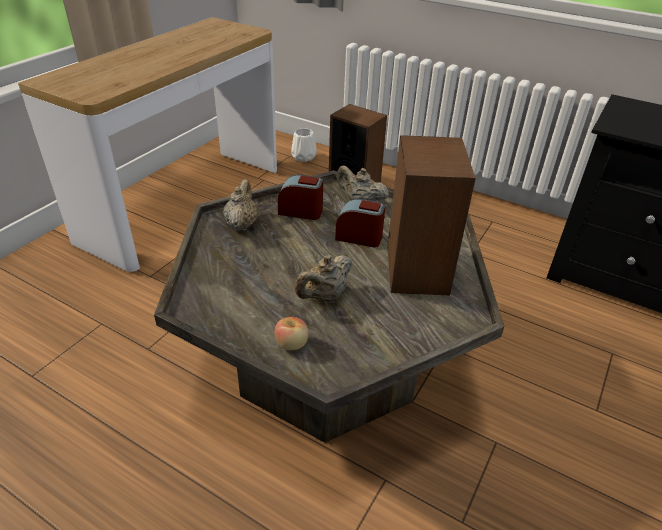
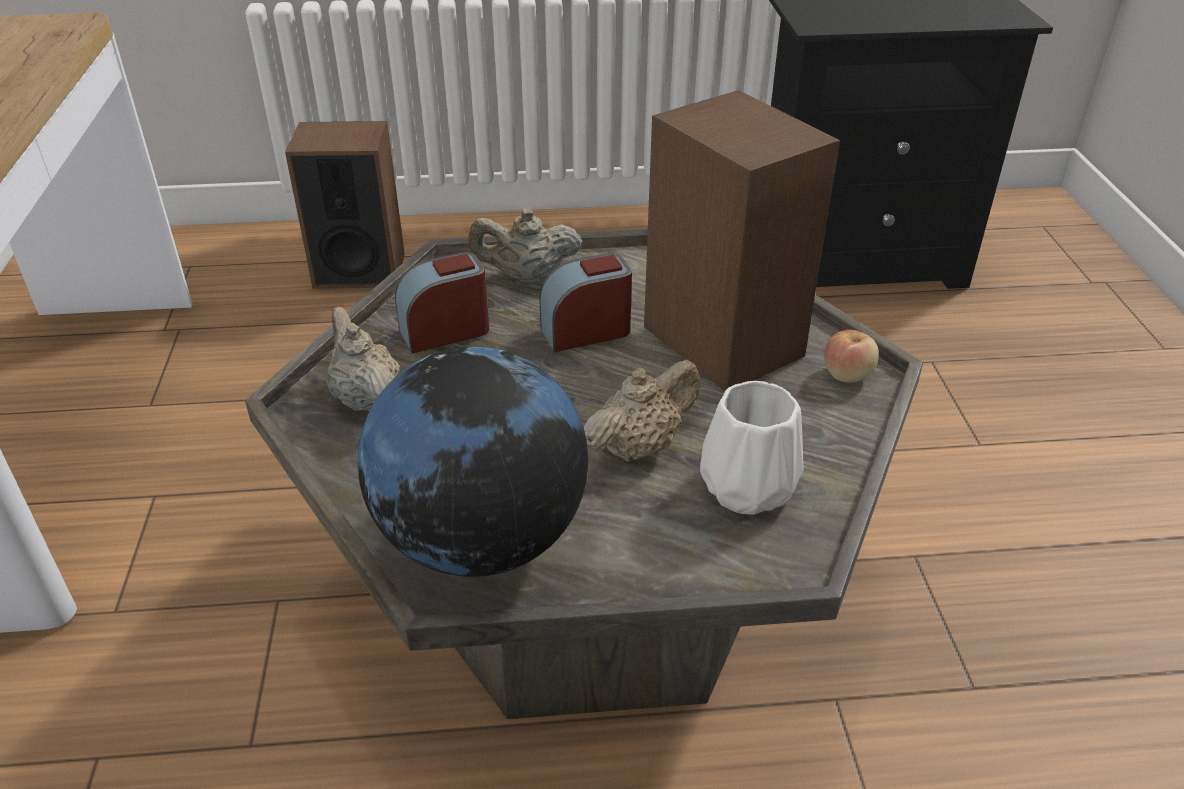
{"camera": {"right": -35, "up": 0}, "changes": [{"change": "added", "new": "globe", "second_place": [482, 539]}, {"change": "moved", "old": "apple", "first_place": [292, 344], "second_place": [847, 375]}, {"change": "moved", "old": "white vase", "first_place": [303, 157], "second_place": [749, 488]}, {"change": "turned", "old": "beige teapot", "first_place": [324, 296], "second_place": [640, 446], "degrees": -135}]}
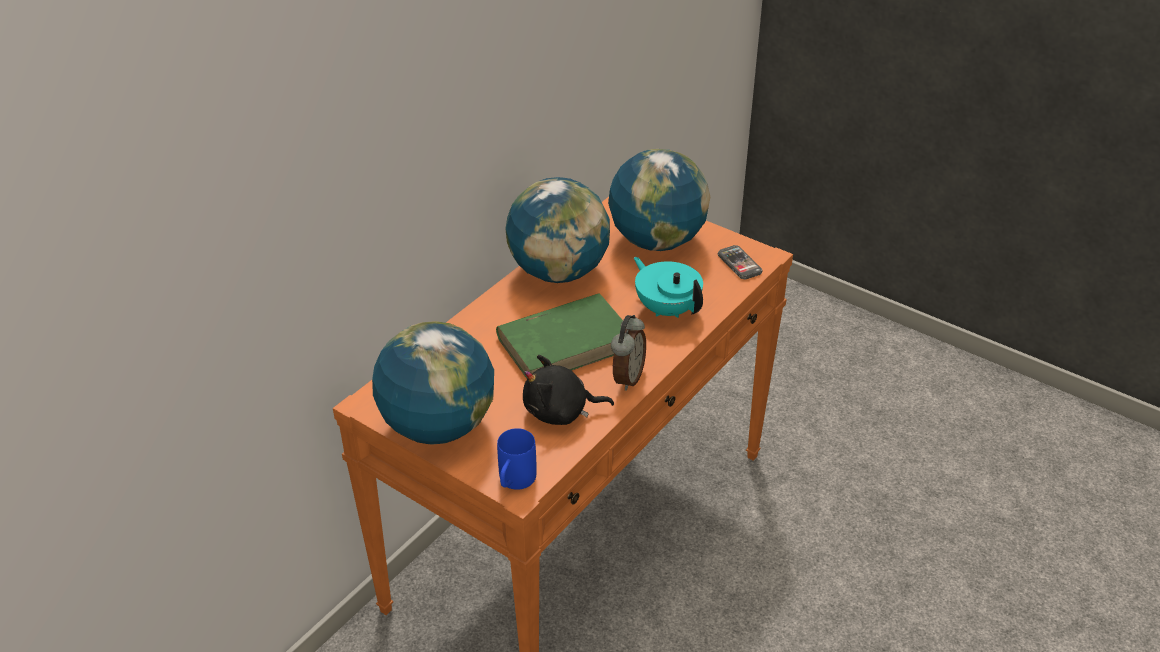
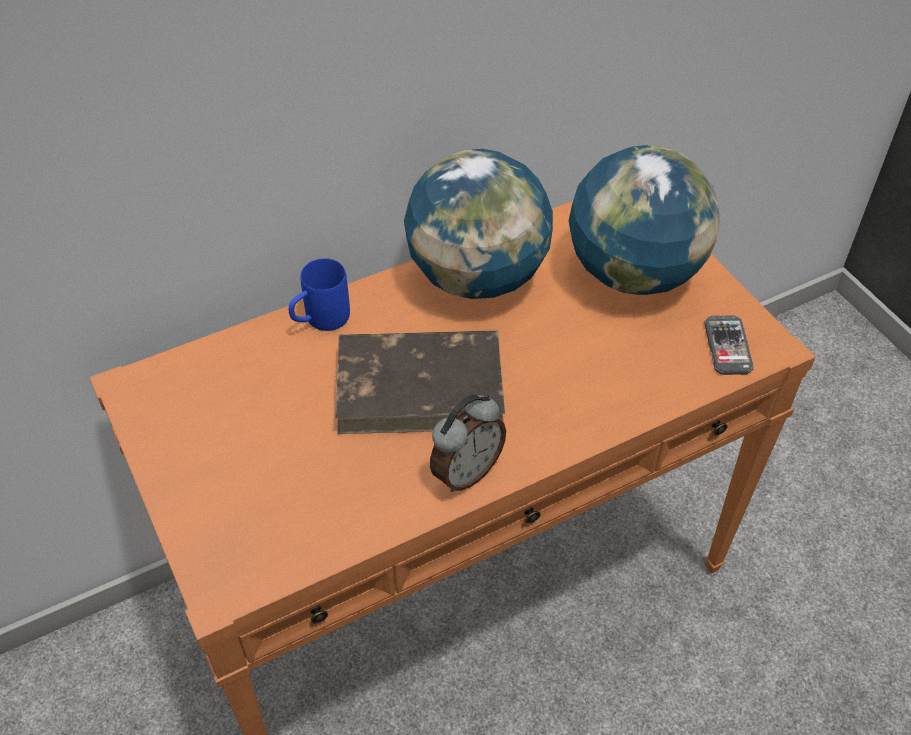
{"camera": {"right": 25, "up": 10}, "changes": [{"change": "removed", "old": "globe", "first_place": [438, 426]}, {"change": "removed", "old": "black plush toy", "first_place": [560, 412]}, {"change": "removed", "old": "turquoise teapot", "first_place": [667, 308]}, {"change": "moved", "old": "blue mug", "first_place": [514, 482], "second_place": [319, 321]}, {"change": "recoloured", "old": "green book", "new": "brown book", "first_place": [566, 342], "second_place": [421, 386]}]}
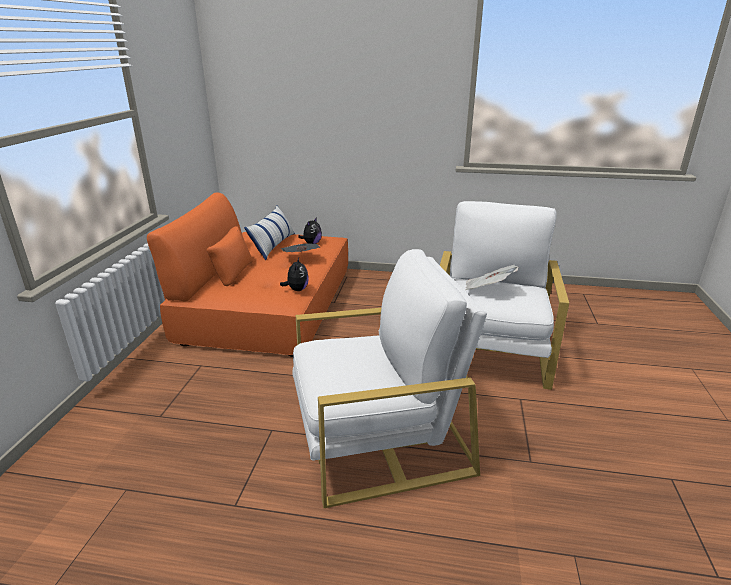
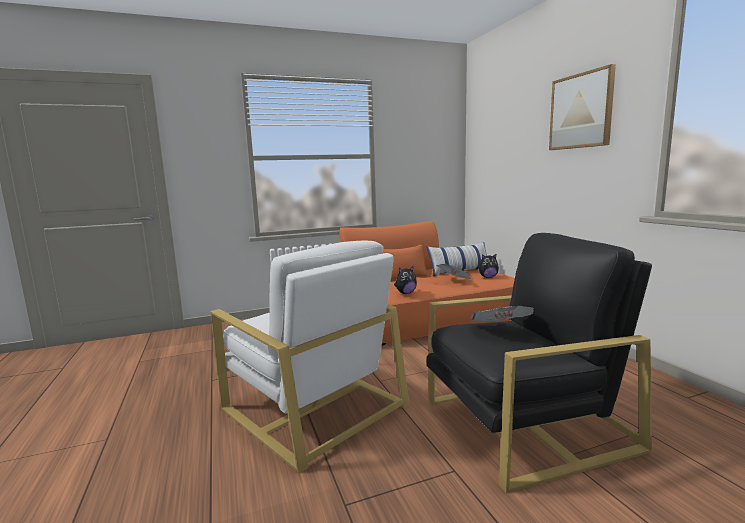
{"camera": {"right": 60, "up": -15}, "changes": [{"change": "added", "new": "picture", "second_place": [581, 111]}, {"change": "recoloured", "old": "white armchair", "new": "black armchair", "first_place": [489, 349], "second_place": [525, 424]}]}
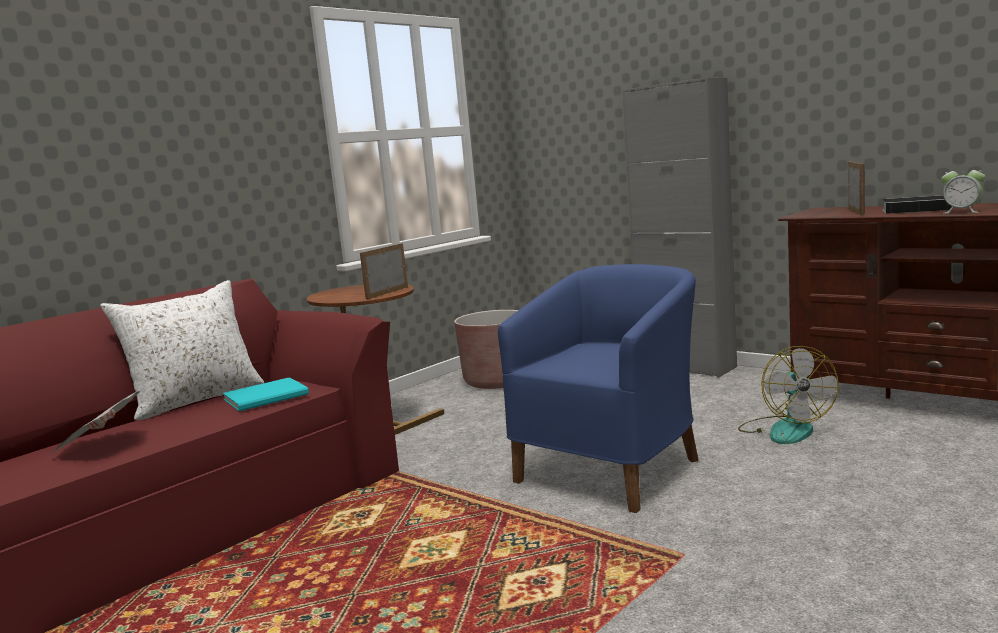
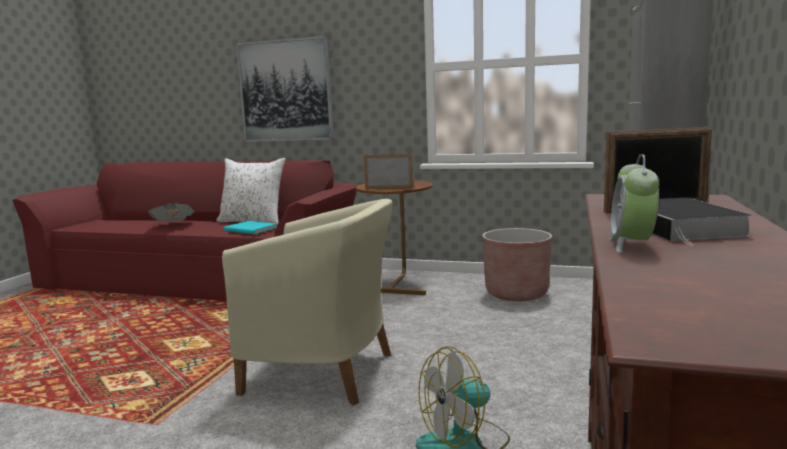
{"camera": {"right": 65, "up": 0}, "changes": [{"change": "added", "new": "picture", "second_place": [285, 91]}, {"change": "recoloured", "old": "blue armchair", "new": "beige armchair", "first_place": [613, 469], "second_place": [324, 372]}]}
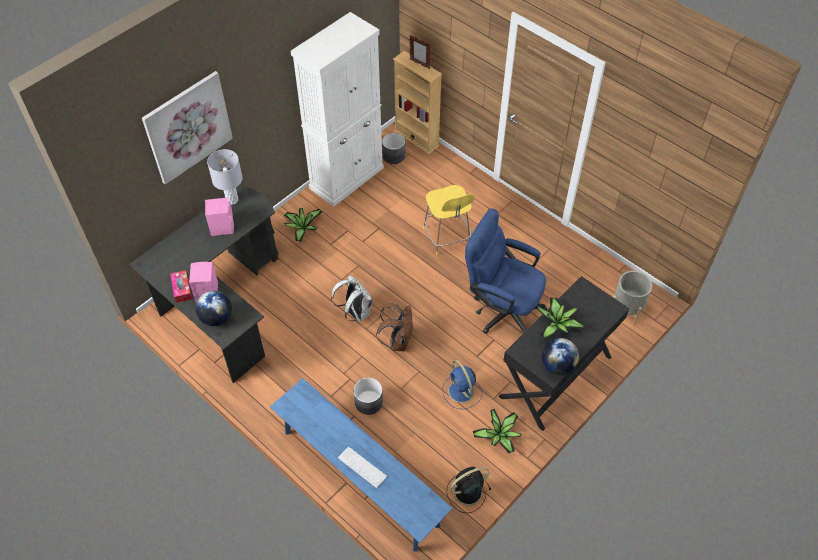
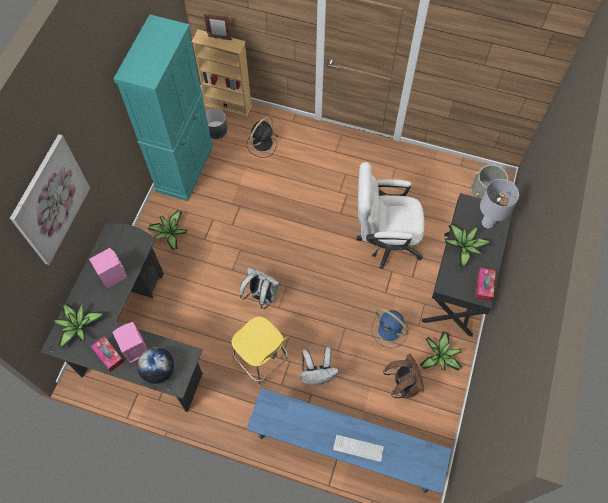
{"camera": {"right": -25, "up": 10}, "changes": [{"change": "added", "new": "potted plant", "second_place": [78, 326]}, {"change": "moved", "old": "grey table lamp", "first_place": [232, 200], "second_place": [487, 223]}, {"change": "moved", "old": "brown backpack", "first_place": [398, 341], "second_place": [402, 384]}, {"change": "moved", "old": "yellow stool", "first_place": [447, 238], "second_place": [262, 360]}, {"change": "moved", "old": "black fan", "first_place": [466, 492], "second_place": [262, 144]}, {"change": "replaced", "old": "grey planter", "new": "white backpack", "first_place": [369, 402], "second_place": [317, 375]}, {"change": "replaced", "old": "globe", "new": "tissue box", "first_place": [557, 366], "second_place": [484, 286]}, {"change": "recoloured", "old": "white cabinet", "new": "turquoise cabinet", "first_place": [347, 178], "second_place": [185, 168]}, {"change": "recoloured", "old": "blue office chair", "new": "white office chair", "first_place": [501, 309], "second_place": [384, 240]}]}
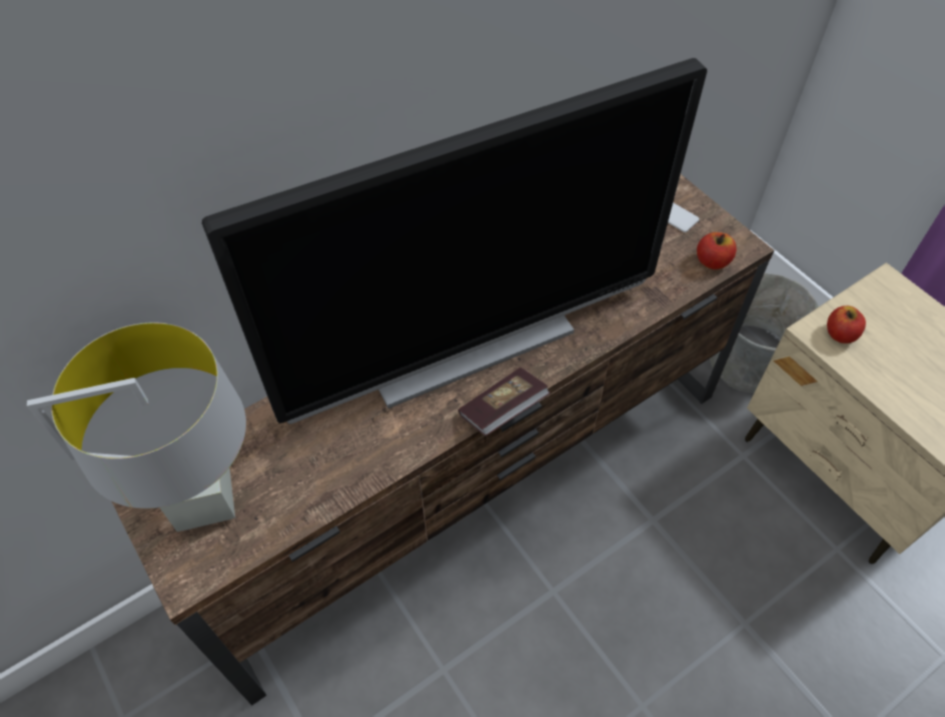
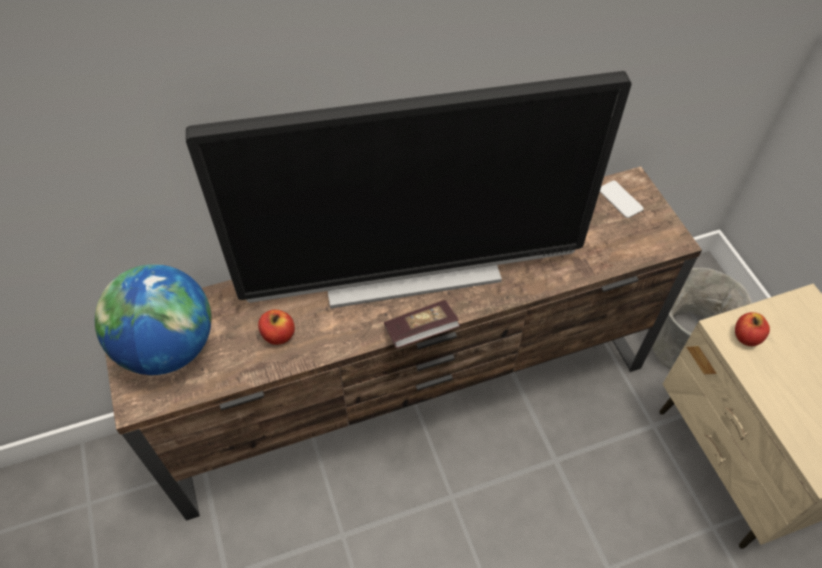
{"camera": {"right": 15, "up": 0}, "changes": [{"change": "moved", "old": "apple", "first_place": [712, 261], "second_place": [278, 335]}, {"change": "replaced", "old": "grey table lamp", "new": "globe", "first_place": [204, 502], "second_place": [168, 347]}]}
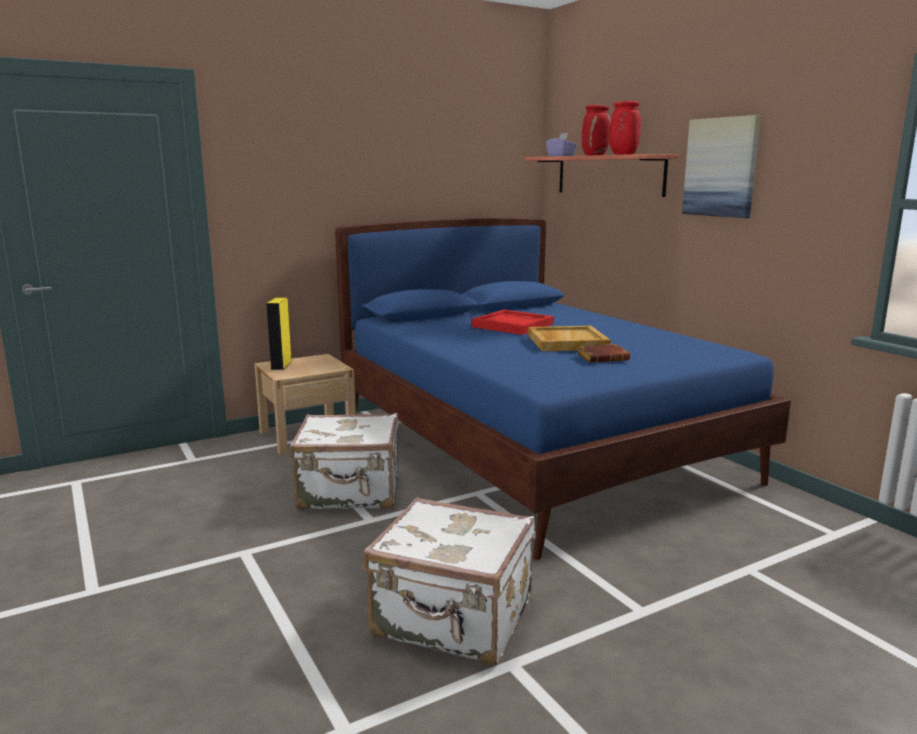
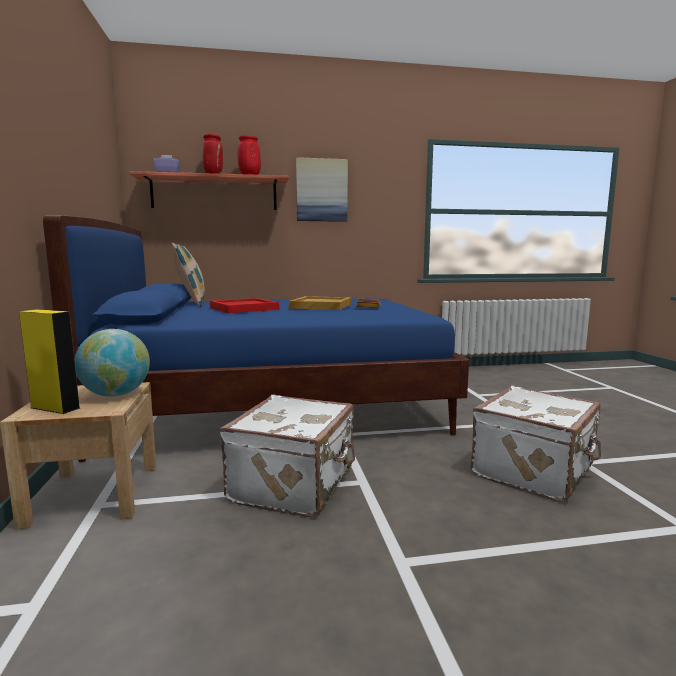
{"camera": {"right": -70, "up": -5}, "changes": [{"change": "added", "new": "globe", "second_place": [116, 395]}, {"change": "added", "new": "pillow", "second_place": [191, 303]}]}
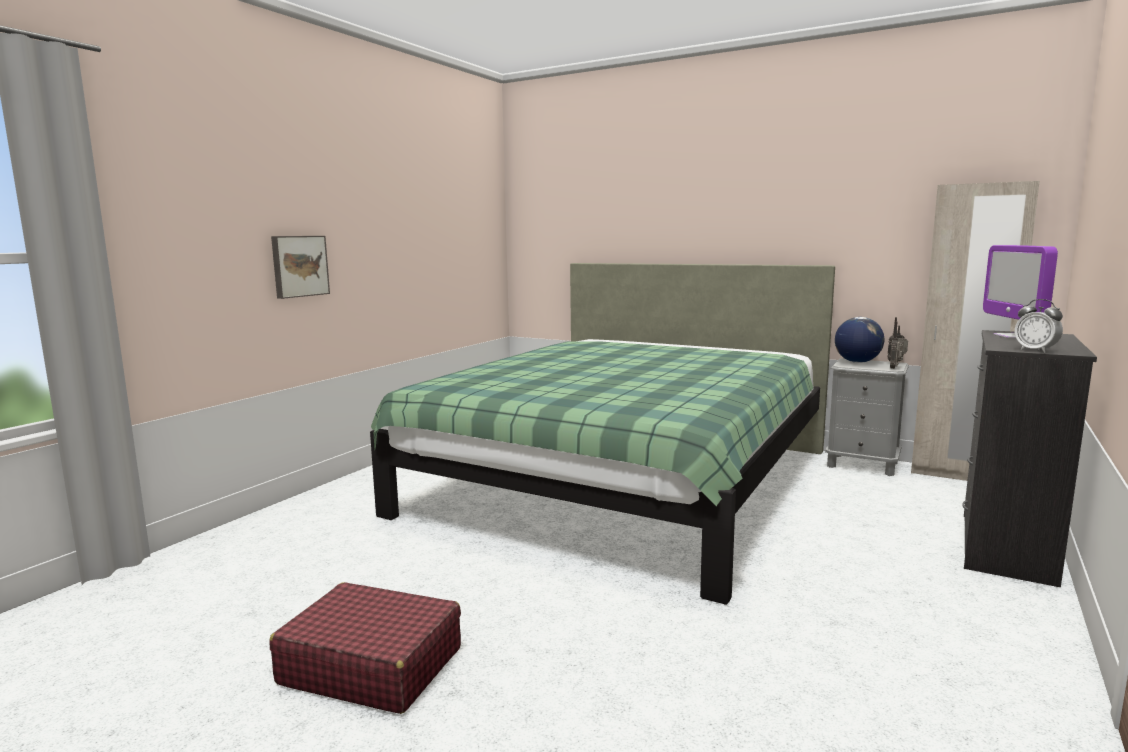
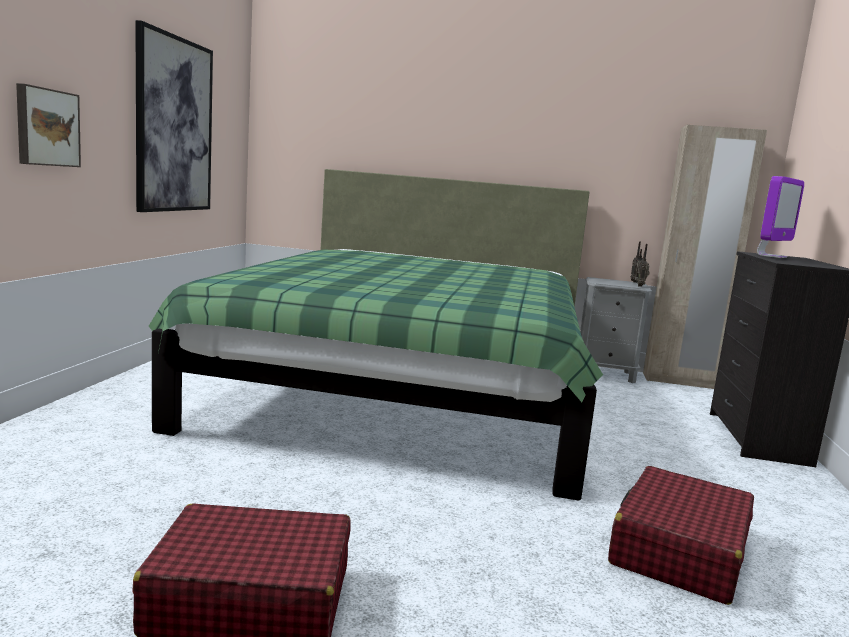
{"camera": {"right": -20, "up": 0}, "changes": [{"change": "removed", "old": "globe", "first_place": [857, 362]}, {"change": "removed", "old": "alarm clock", "first_place": [1035, 350]}, {"change": "added", "new": "picture", "second_place": [174, 125]}, {"change": "added", "new": "red suitcase", "second_place": [678, 551]}, {"change": "turned", "old": "monitor", "first_place": [1013, 336], "second_place": [771, 256], "degrees": -120}]}
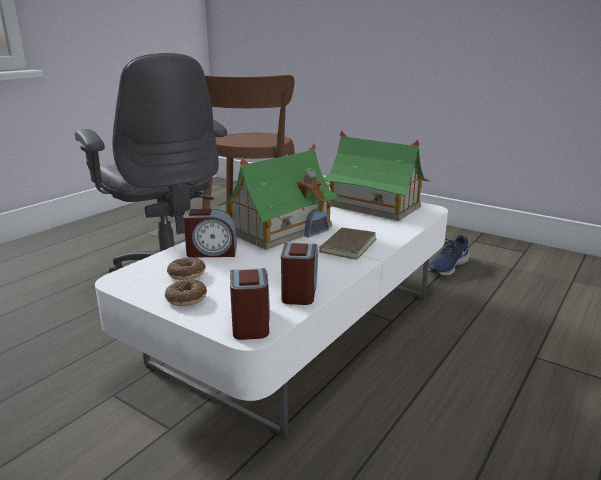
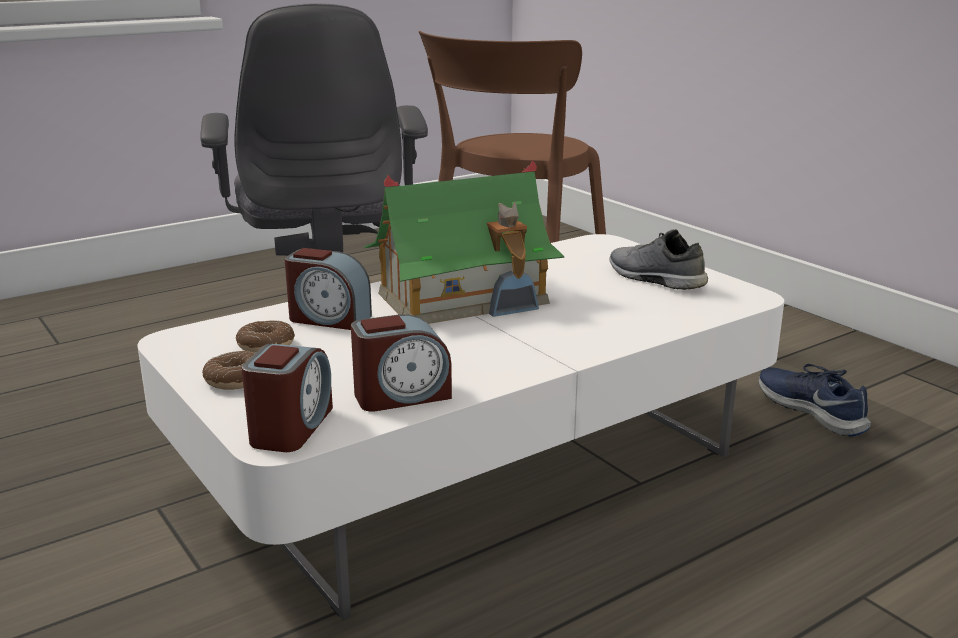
{"camera": {"right": 20, "up": 0}, "changes": [{"change": "removed", "old": "brown book", "first_place": [346, 246]}, {"change": "replaced", "old": "toy house", "new": "grey shoe", "first_place": [373, 205], "second_place": [653, 278]}, {"change": "turned", "old": "alarm clock", "first_place": [299, 291], "second_place": [401, 396], "degrees": 45}, {"change": "turned", "old": "blue shoe", "first_place": [447, 266], "second_place": [811, 409], "degrees": 90}]}
